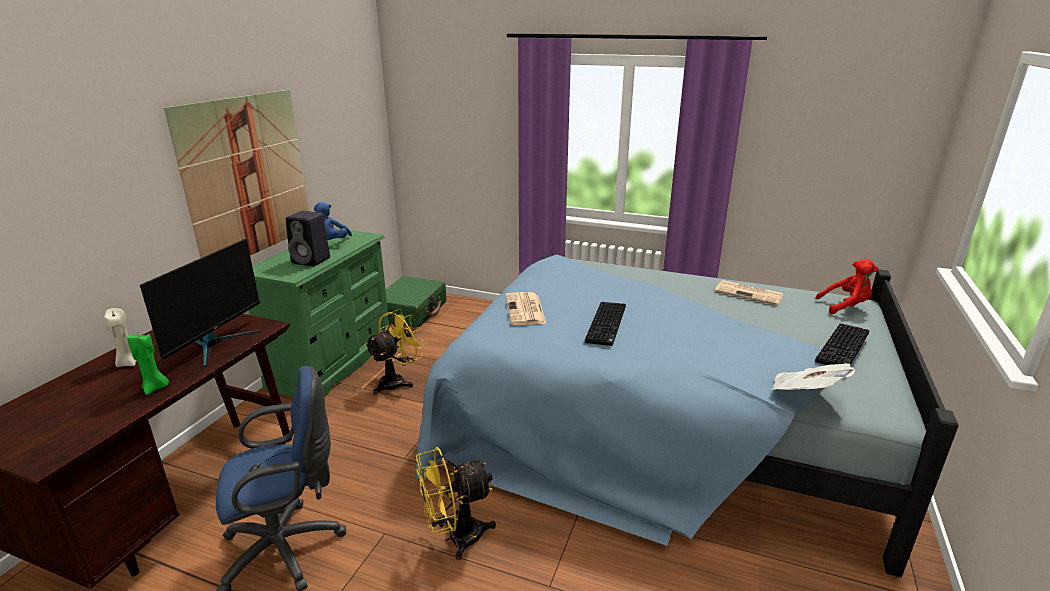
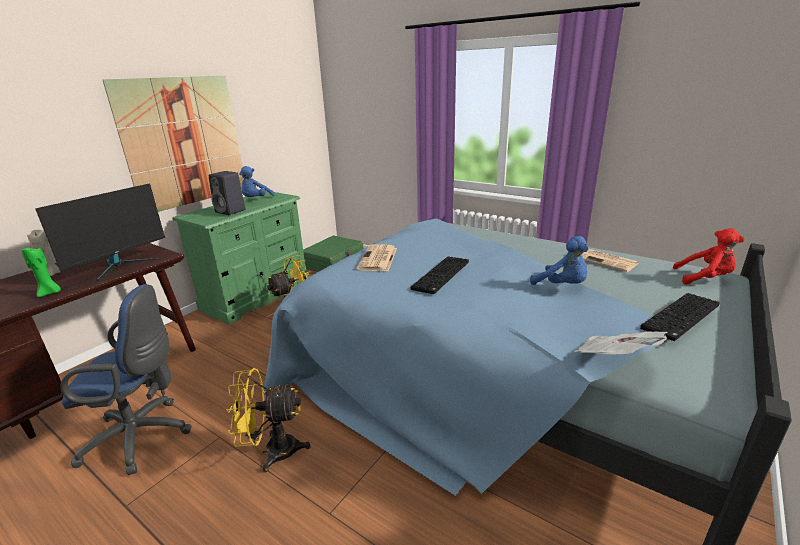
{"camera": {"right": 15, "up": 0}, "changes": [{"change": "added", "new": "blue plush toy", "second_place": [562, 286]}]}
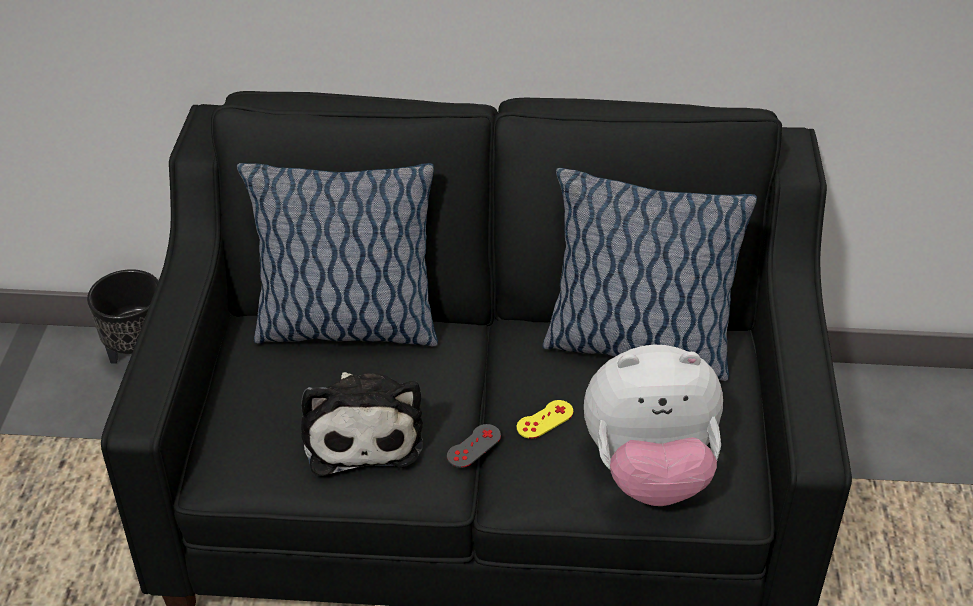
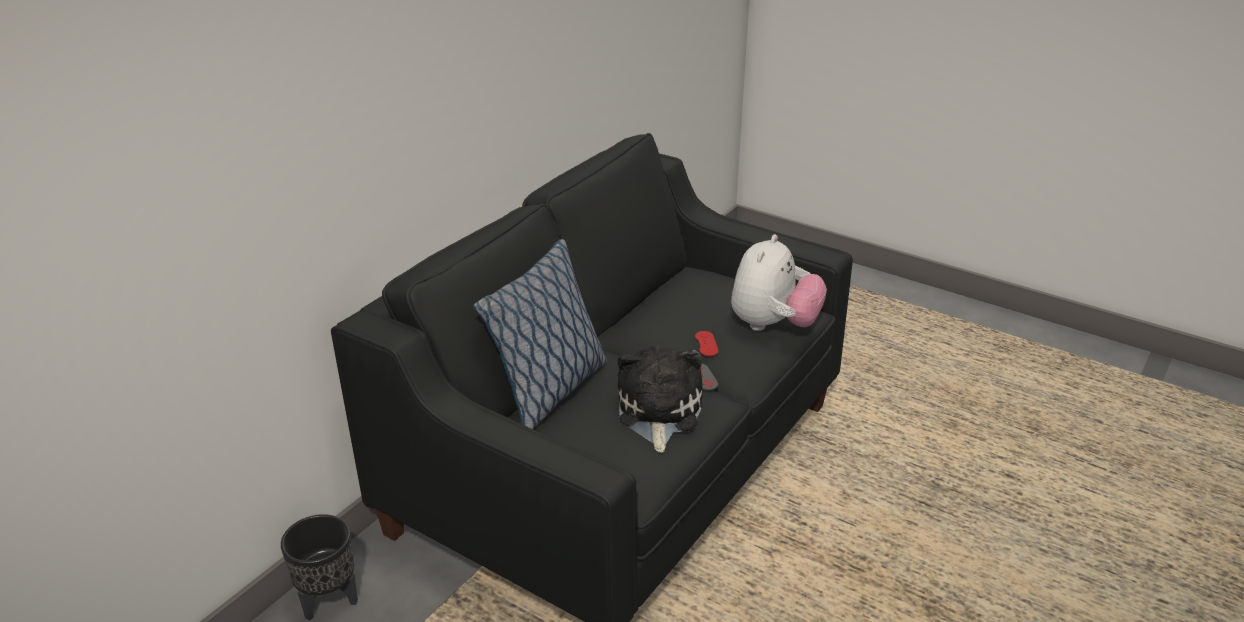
{"camera": {"right": -60, "up": -10}, "changes": [{"change": "removed", "old": "pillow", "first_place": [635, 345]}, {"change": "recoloured", "old": "yellow game controller", "new": "red game controller", "first_place": [545, 419], "second_place": [706, 344]}, {"change": "turned", "old": "plush toy", "first_place": [362, 432], "second_place": [658, 412], "degrees": -105}]}
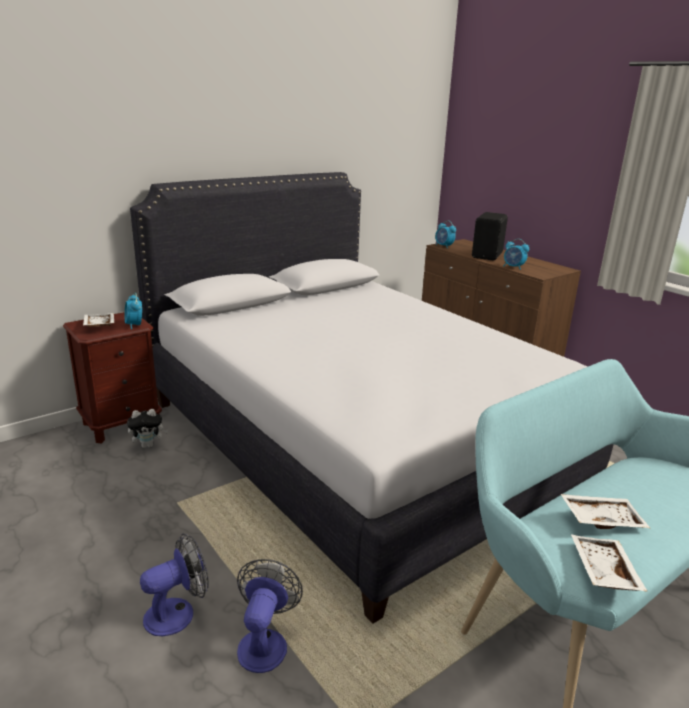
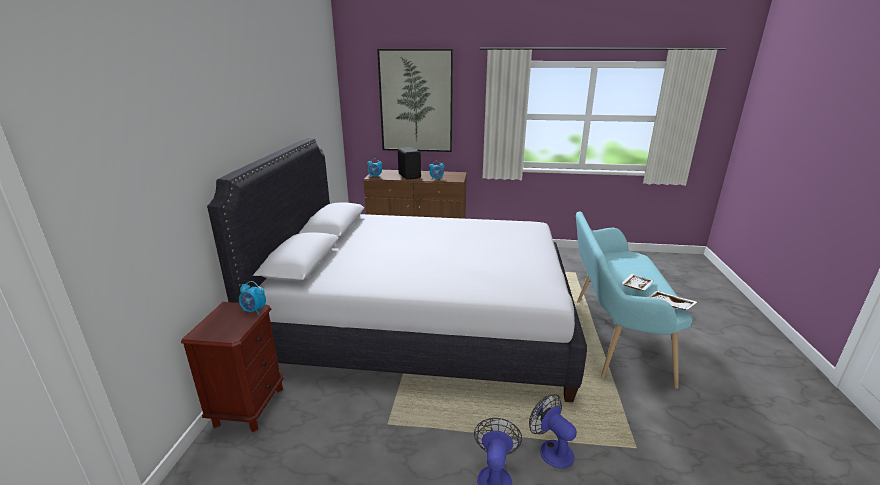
{"camera": {"right": -45, "up": 0}, "changes": [{"change": "removed", "old": "white tray", "first_place": [98, 326]}, {"change": "removed", "old": "plush toy", "first_place": [148, 445]}, {"change": "added", "new": "picture", "second_place": [416, 101]}]}
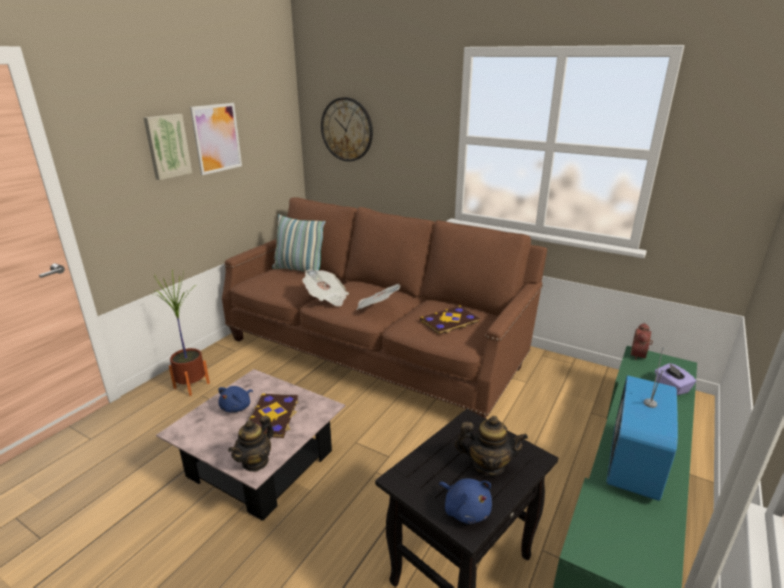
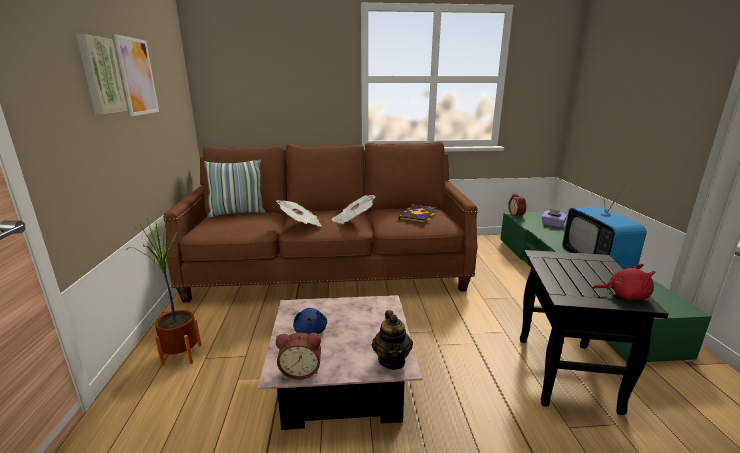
{"camera": {"right": -35, "up": -5}, "changes": [{"change": "removed", "old": "book", "first_place": [273, 417]}, {"change": "removed", "old": "wall clock", "first_place": [347, 129]}, {"change": "removed", "old": "teapot", "first_place": [488, 466]}, {"change": "added", "new": "alarm clock", "second_place": [301, 370]}, {"change": "recoloured", "old": "blue plush toy", "new": "red plush toy", "first_place": [465, 509], "second_place": [624, 295]}]}
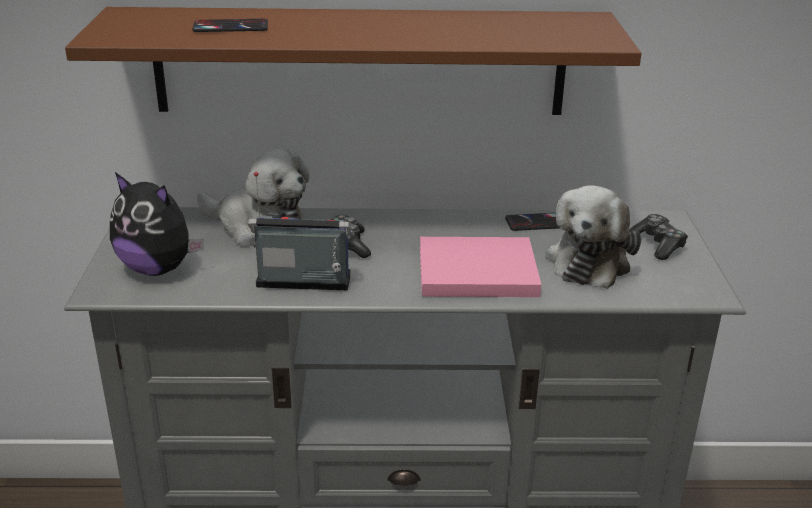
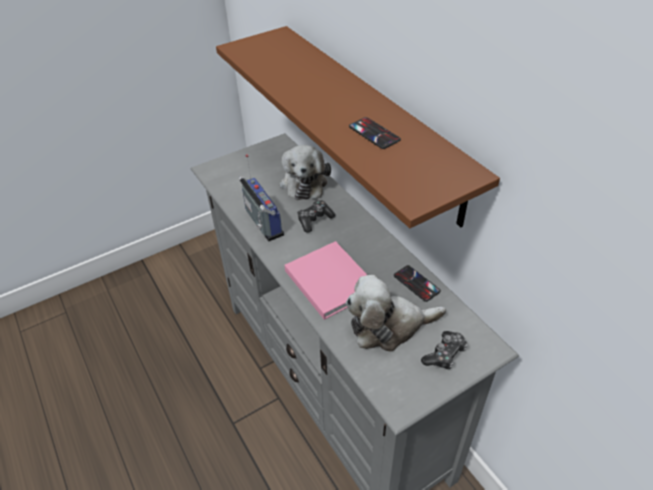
{"camera": {"right": 60, "up": 15}, "changes": [{"change": "removed", "old": "plush toy", "first_place": [158, 268]}, {"change": "moved", "old": "phone", "first_place": [230, 27], "second_place": [374, 133]}]}
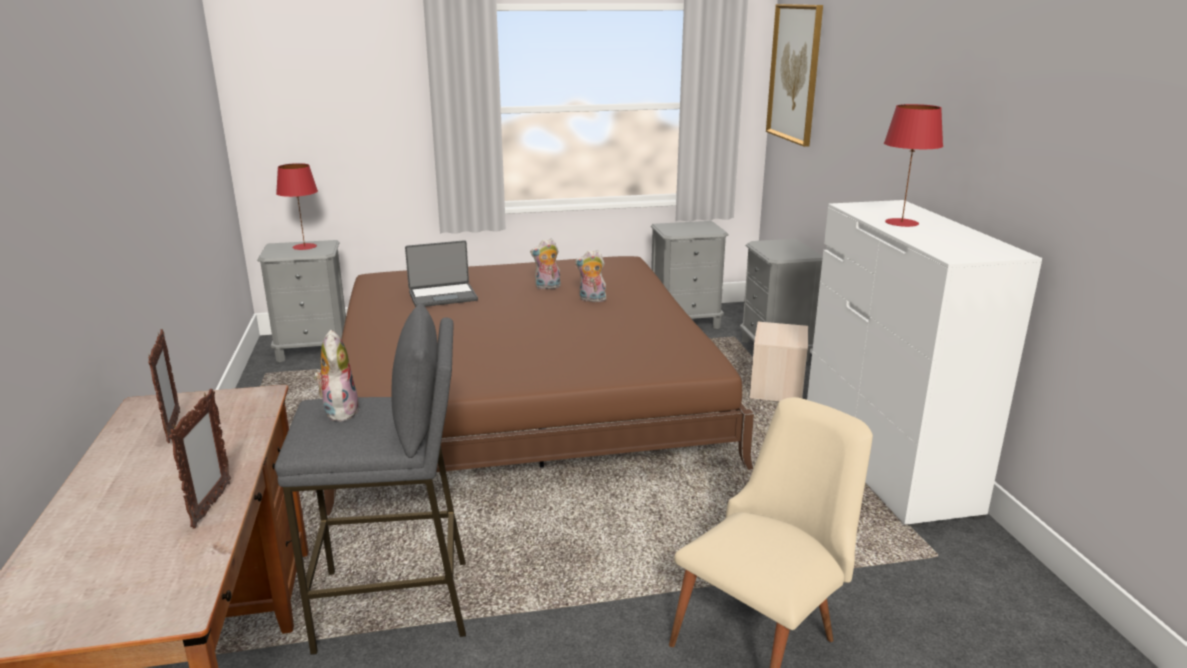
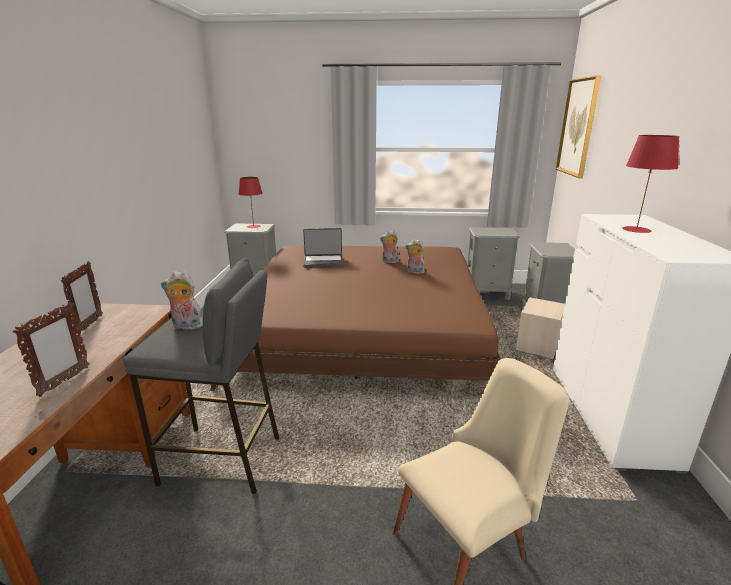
{"camera": {"right": 15, "up": 0}, "changes": [{"change": "turned", "old": "plush toy", "first_place": [339, 411], "second_place": [186, 326], "degrees": -90}]}
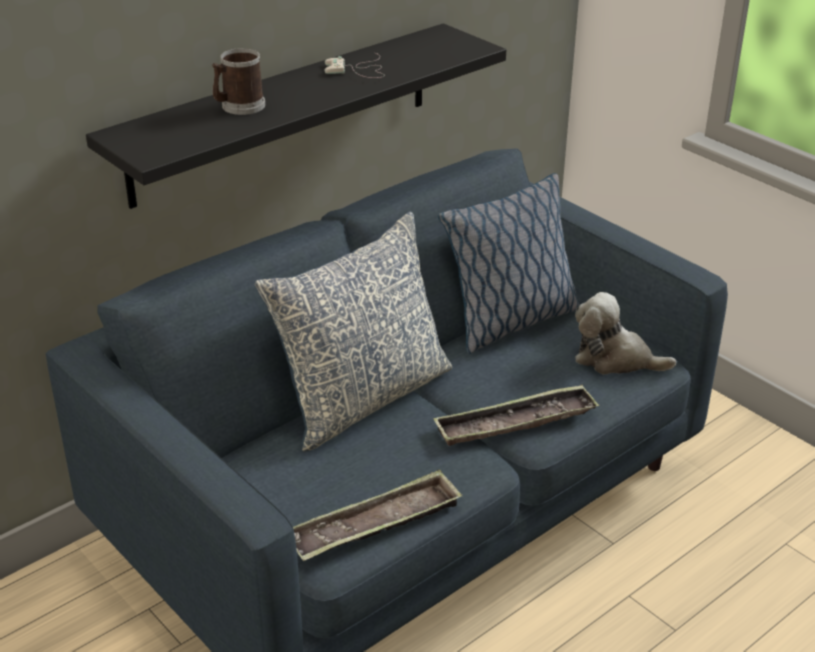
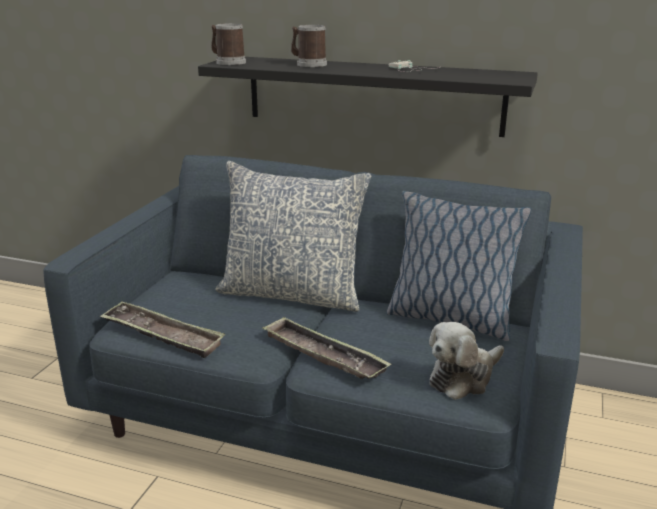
{"camera": {"right": 60, "up": -10}, "changes": [{"change": "added", "new": "mug", "second_place": [228, 62]}, {"change": "turned", "old": "plush toy", "first_place": [615, 359], "second_place": [463, 377], "degrees": -120}]}
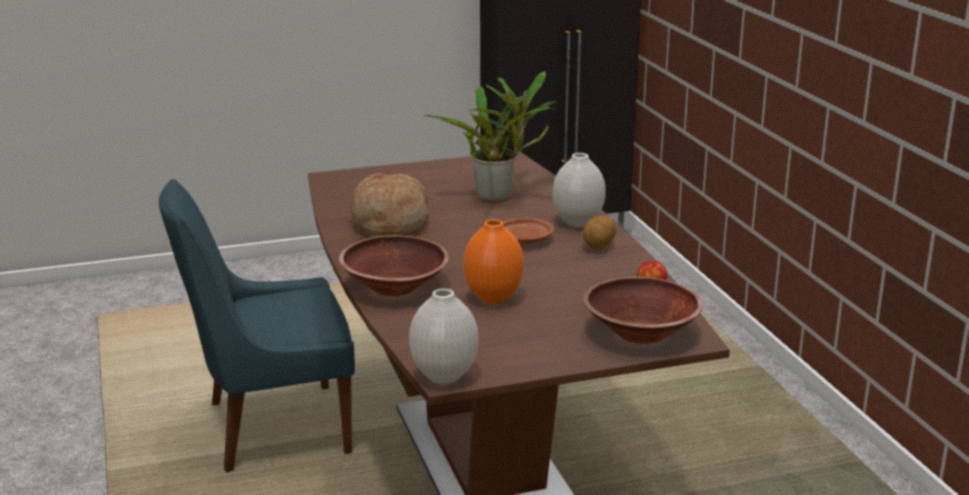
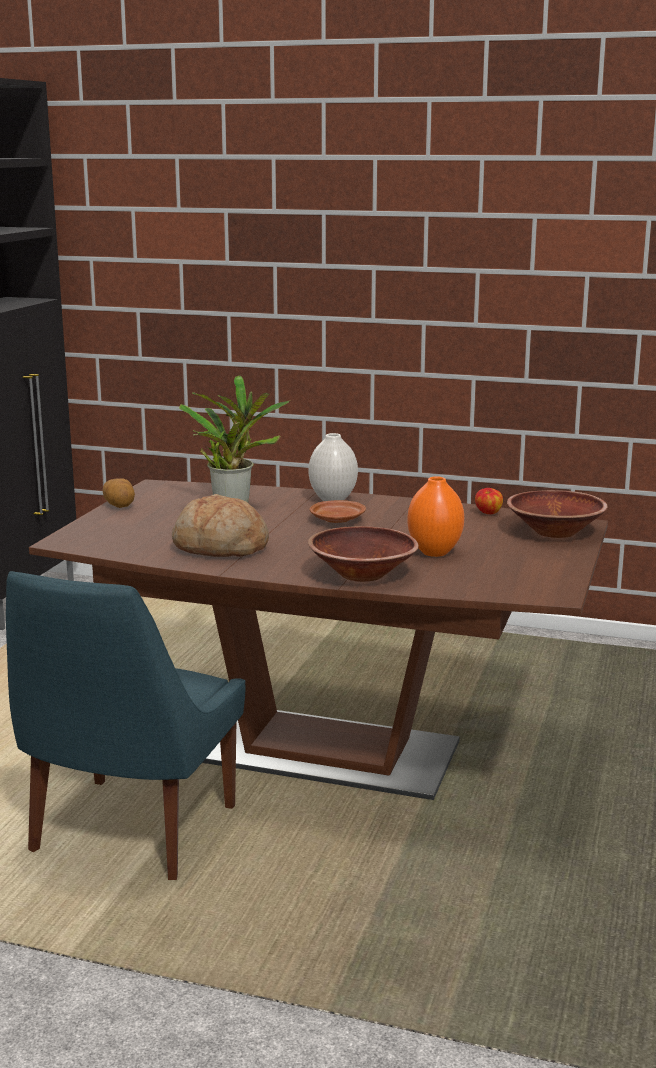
{"camera": {"right": -55, "up": -5}, "changes": [{"change": "removed", "old": "white vase", "first_place": [444, 377]}, {"change": "moved", "old": "potato", "first_place": [599, 246], "second_place": [120, 506]}]}
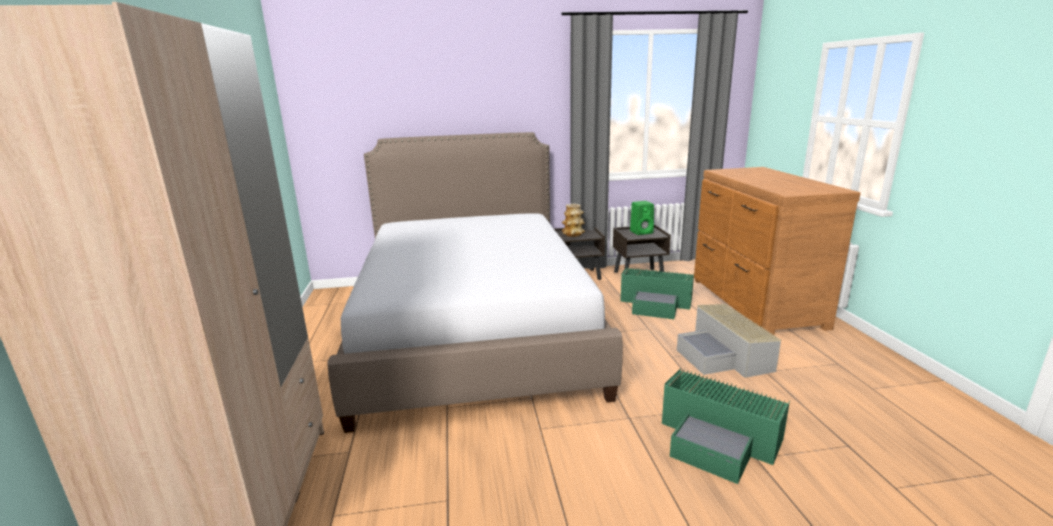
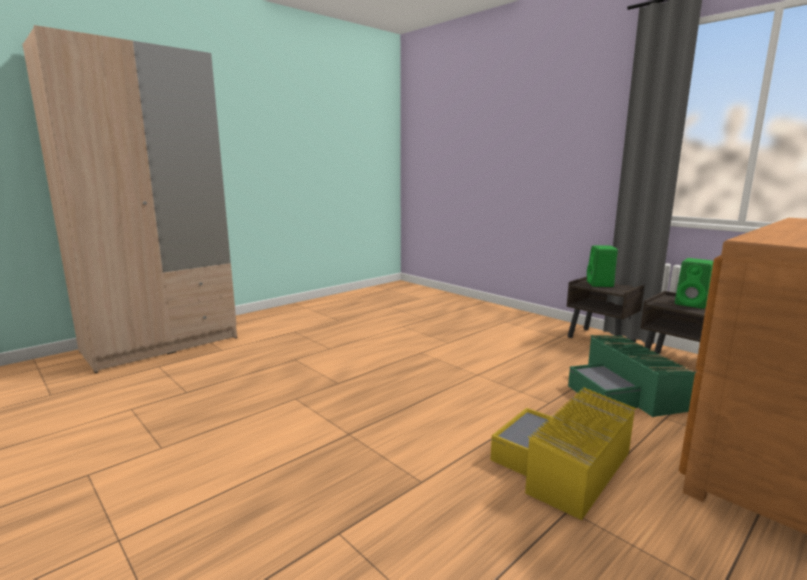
{"camera": {"right": 55, "up": -5}, "changes": [{"change": "removed", "old": "bed", "first_place": [474, 330]}, {"change": "removed", "old": "green storage box", "first_place": [719, 439]}, {"change": "replaced", "old": "vase", "new": "green speaker", "first_place": [573, 234], "second_place": [600, 284]}, {"change": "recoloured", "old": "grey storage box", "new": "yellow storage box", "first_place": [724, 355], "second_place": [563, 466]}]}
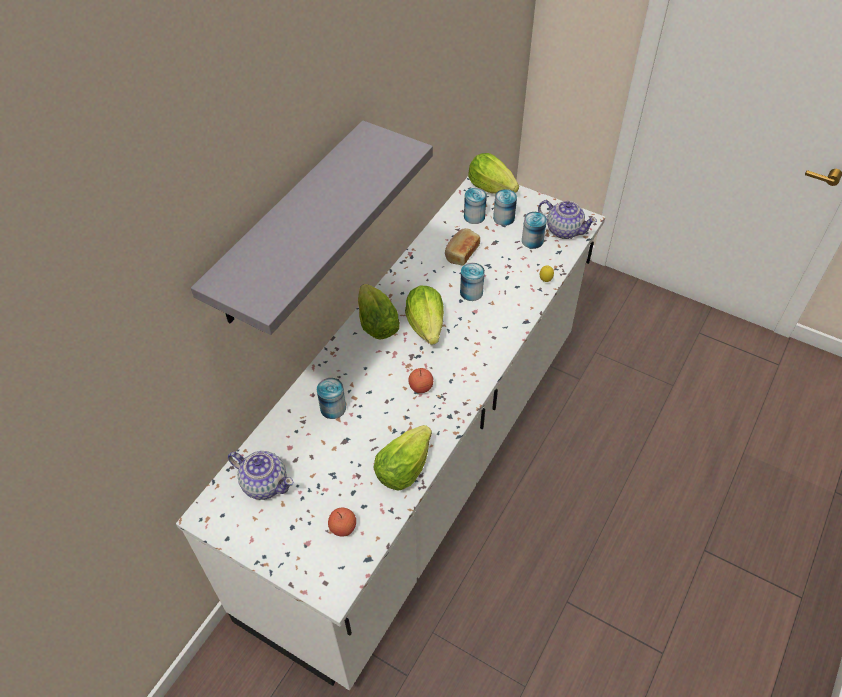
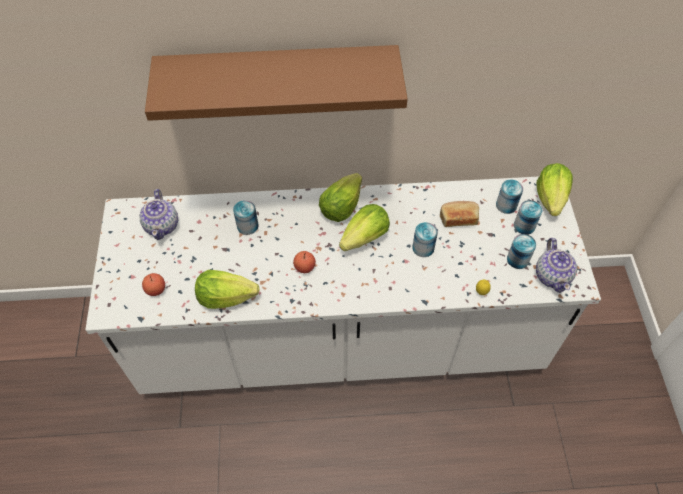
{"camera": {"right": 55, "up": 5}, "changes": [{"change": "recoloured", "old": "grey shelf", "new": "brown shelf", "first_place": [289, 225], "second_place": [278, 76]}]}
